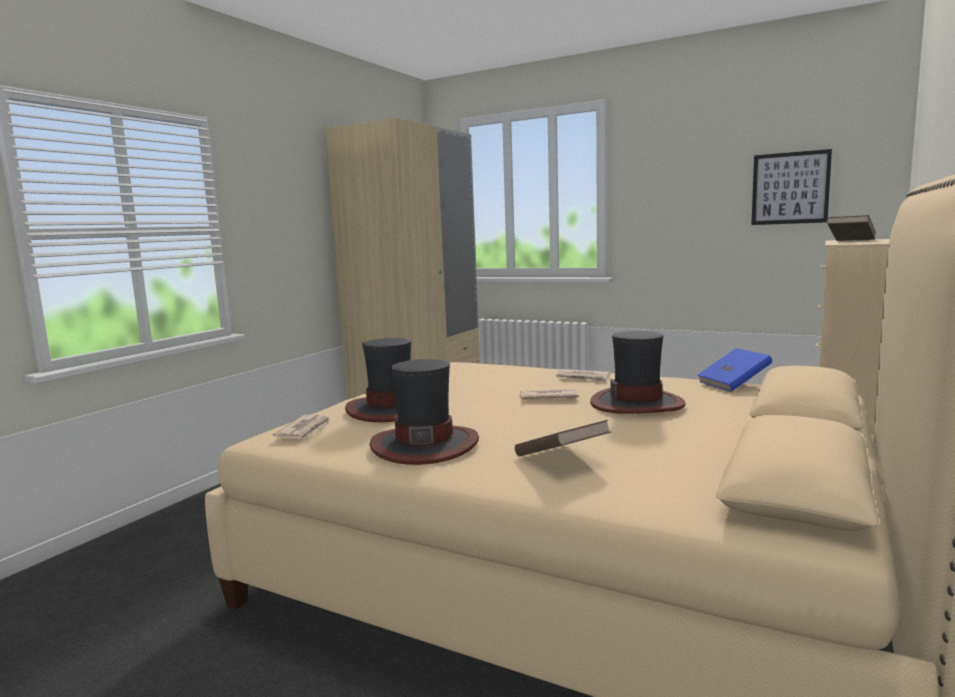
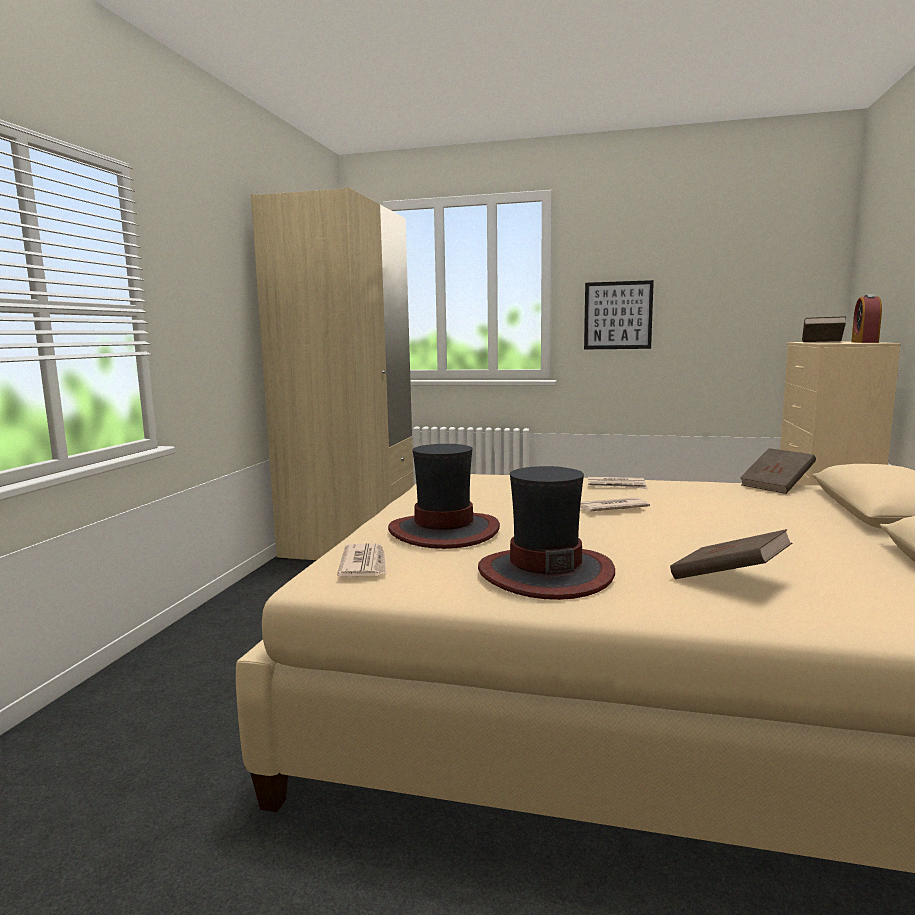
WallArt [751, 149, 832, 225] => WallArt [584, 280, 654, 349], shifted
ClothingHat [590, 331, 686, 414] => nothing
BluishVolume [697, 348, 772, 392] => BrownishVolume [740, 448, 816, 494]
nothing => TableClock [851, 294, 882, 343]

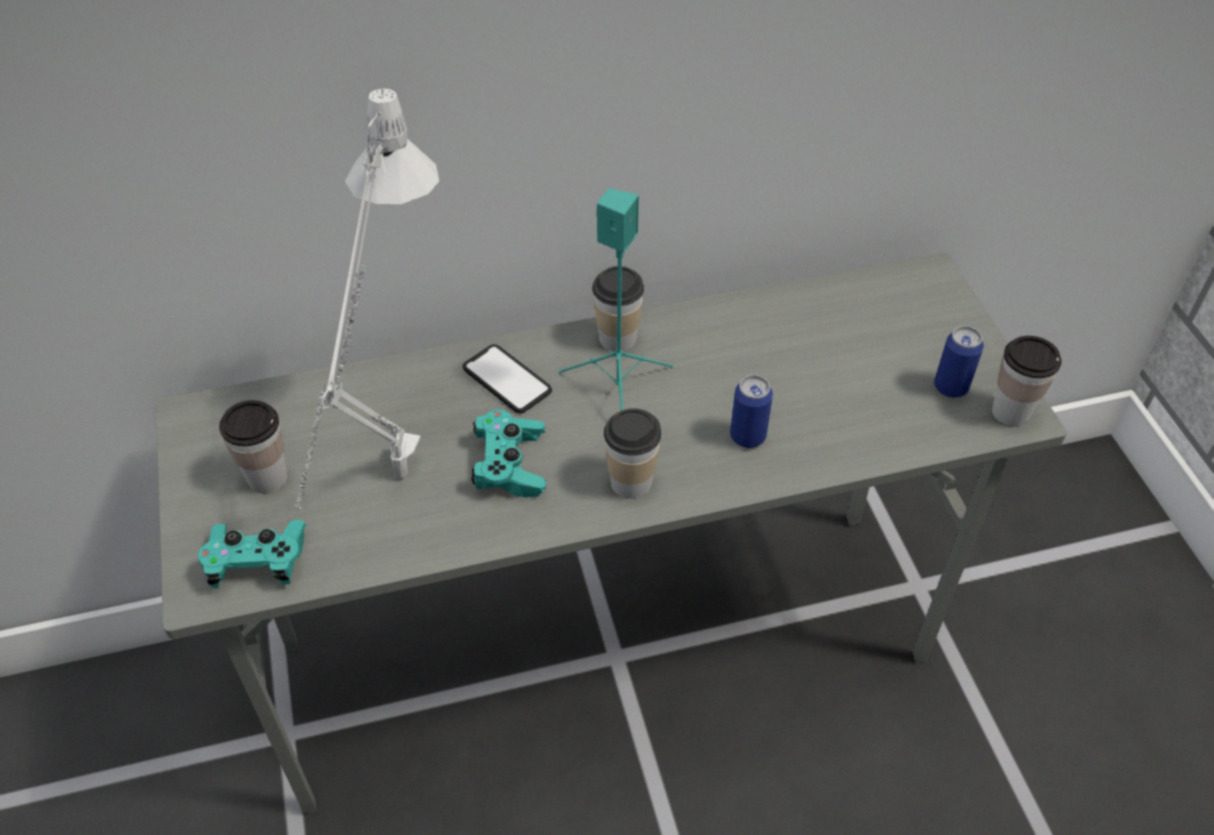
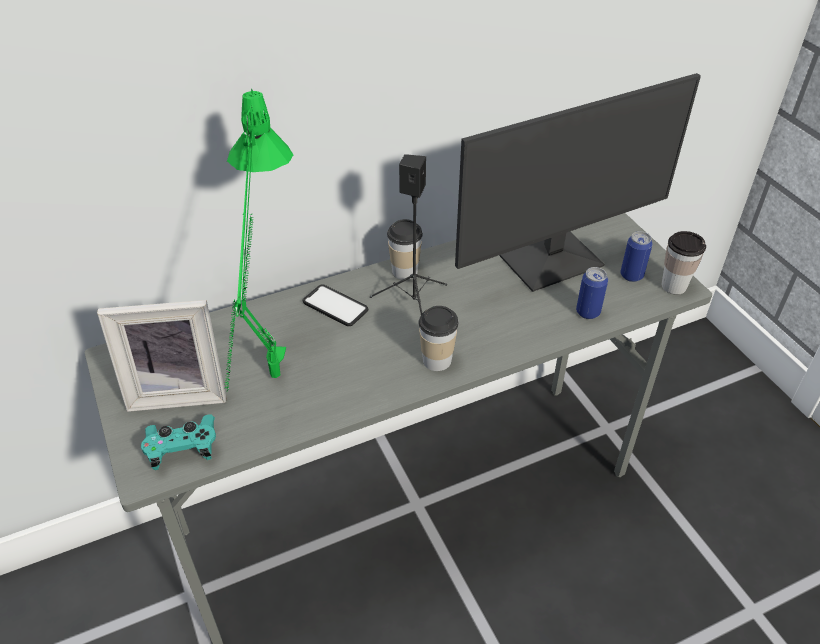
GreyishTableLamp [295, 87, 439, 512] => GreenColouredTableLamp [225, 89, 293, 391]
TurquoiseColouredLoudspeaker [558, 188, 673, 411] => BlackishLoudspeaker [370, 154, 447, 314]
SealedCan [730, 375, 773, 448] => SealedCan [576, 267, 608, 319], shifted
DrinkingCup [219, 400, 287, 494] => PhotoFrame [97, 300, 226, 412]
TurquoiseColouredJoypad [471, 409, 546, 497] => nothing
nothing => Monitor [455, 73, 701, 292]

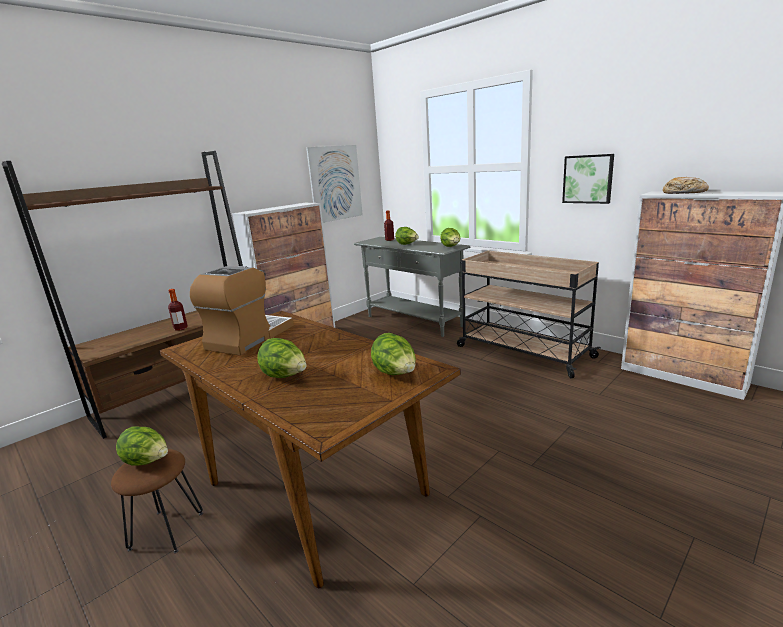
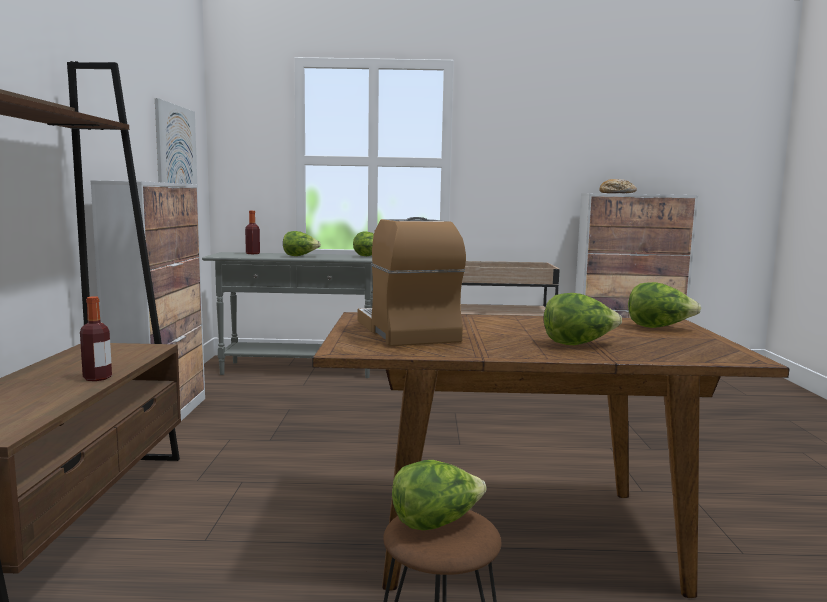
WallArt [562, 154, 614, 204] => nothing

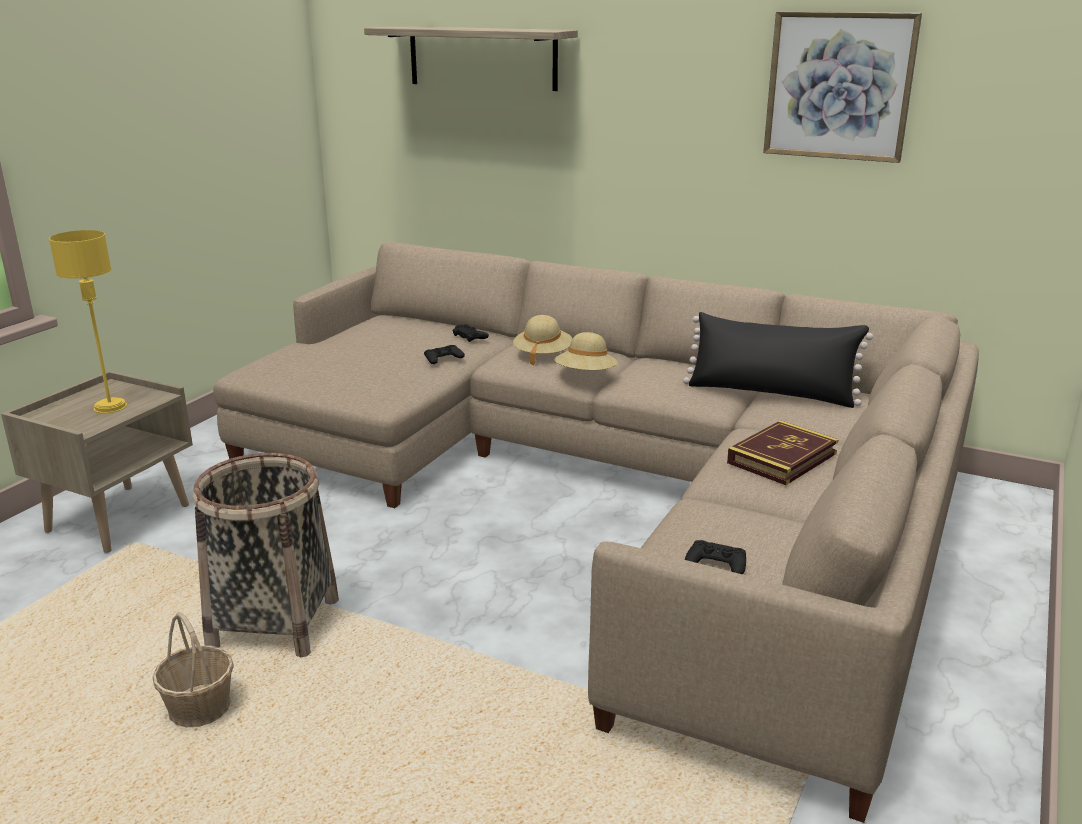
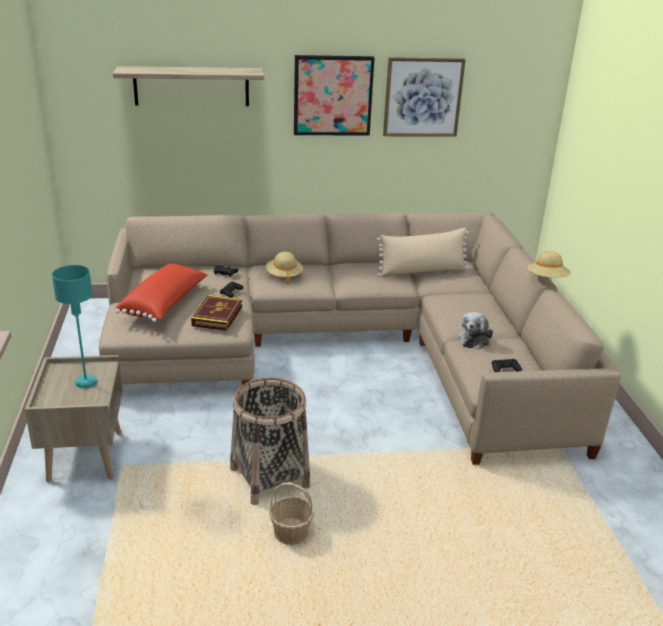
YellowishTableLamp [49, 230, 127, 413] => TurquoiseColouredTableLamp [52, 265, 97, 389]
BlackishPillow [683, 312, 873, 408] => BeigeColouredPillow [377, 228, 469, 277]
BeigeColouredClothingHat [555, 332, 618, 370] => BeigeColouredClothingHat [528, 251, 571, 278], shifted
Volume [727, 420, 839, 485] => Volume [191, 295, 243, 331], shifted
nothing => WallArt [294, 55, 375, 135]
nothing => RedColouredPillow [116, 263, 208, 322]
nothing => SoftToy [458, 312, 493, 349]

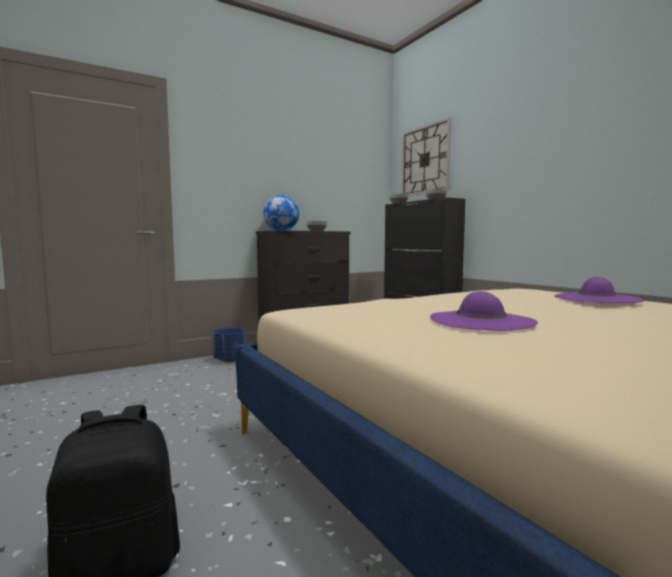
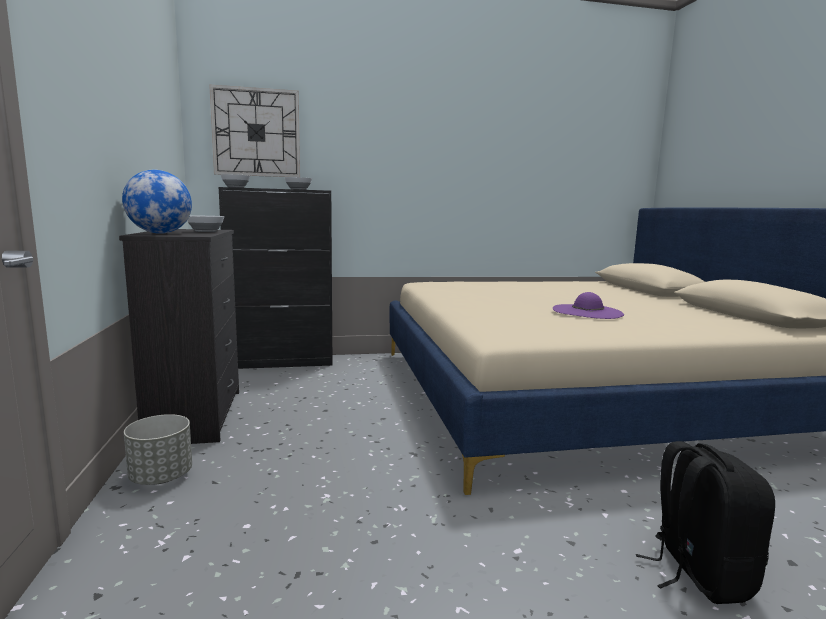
PurpleClothingHat [555, 277, 644, 303] => nothing
BluishPlanter [213, 328, 246, 362] => GreyishPlanter [124, 414, 192, 485]

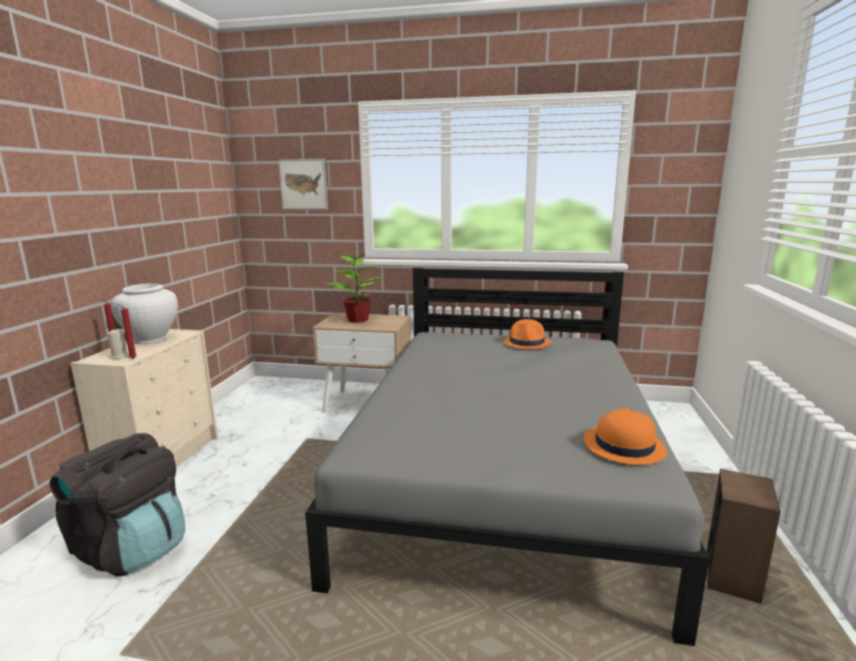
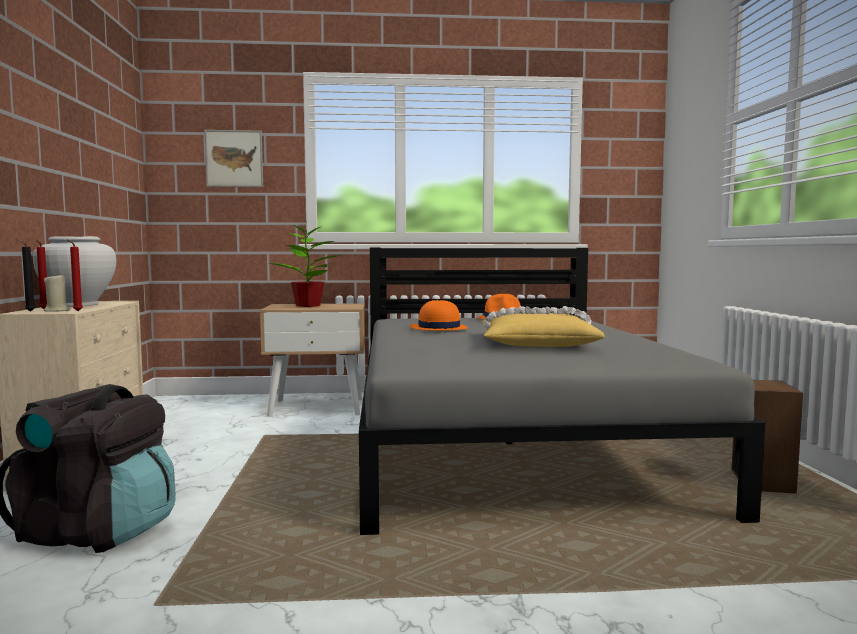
OrangeClothingHat [584, 407, 667, 465] => OrangeClothingHat [410, 300, 468, 331], shifted
nothing => BlackishWaxLight [18, 240, 35, 312]
nothing => YellowishPillow [482, 306, 605, 347]

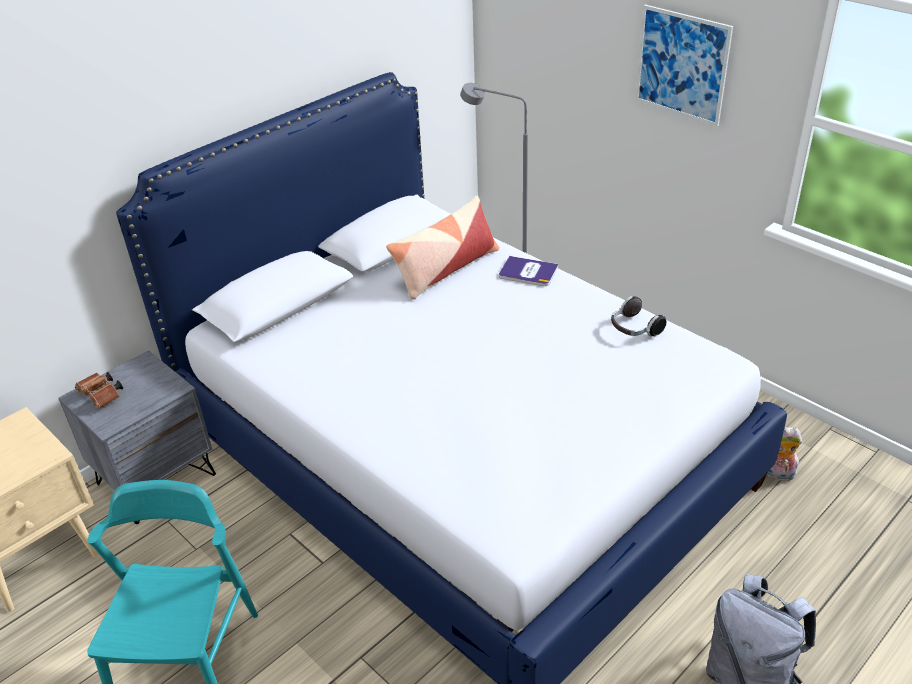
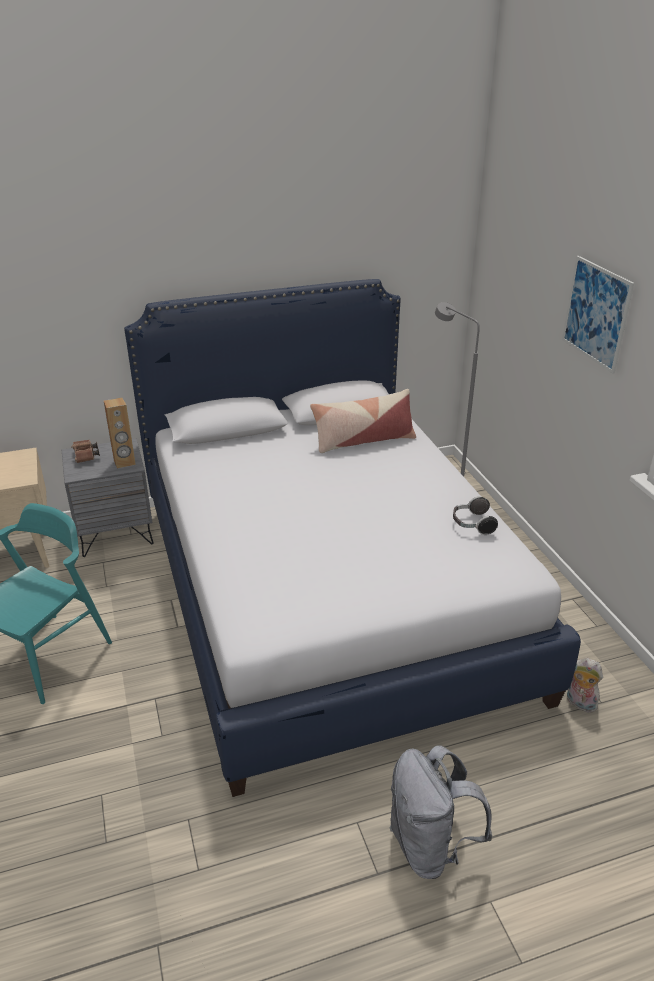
Volume [499, 256, 558, 286] => nothing
nothing => BrownishLoudspeaker [104, 398, 136, 469]

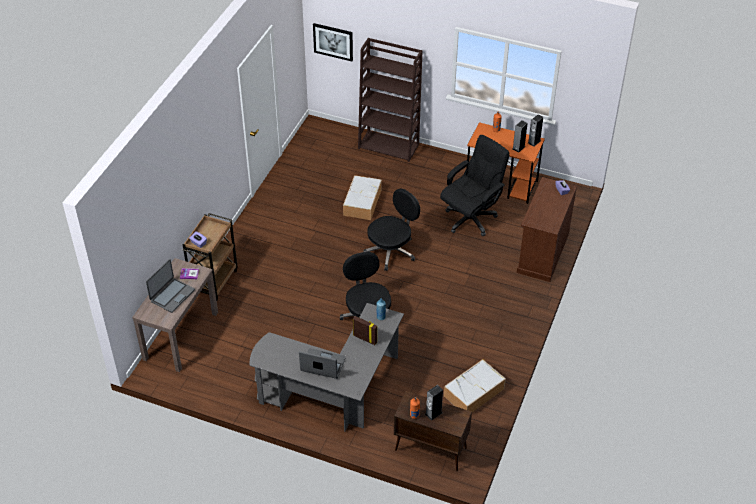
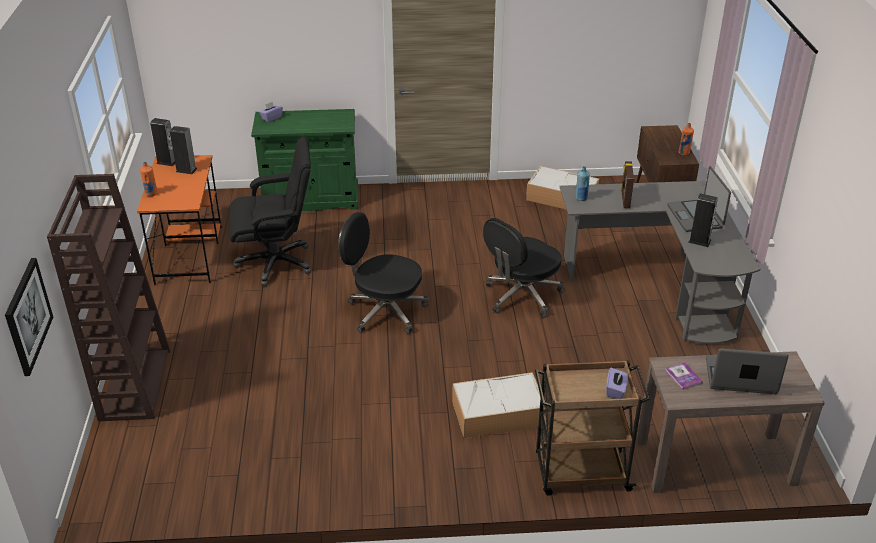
BlackishDeskChair [440, 135, 510, 236] => BlackishDeskChair [229, 137, 312, 286], 150 degrees clockwise
StorageContainer [343, 175, 382, 220] => StorageContainer [452, 372, 545, 438], shifted
BrownishCupboard [517, 177, 577, 282] => GreenColouredCupboard [251, 109, 358, 211]
Loudspeaker [425, 385, 443, 421] => Loudspeaker [688, 193, 718, 247], shifted

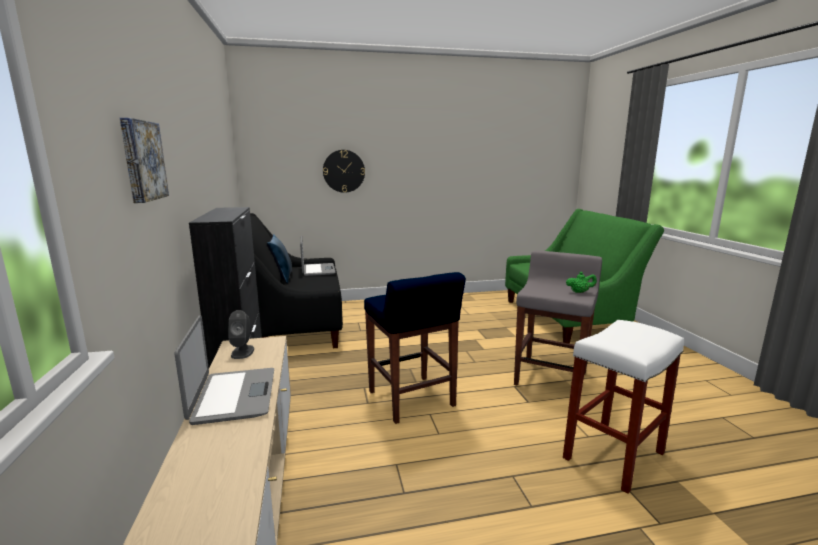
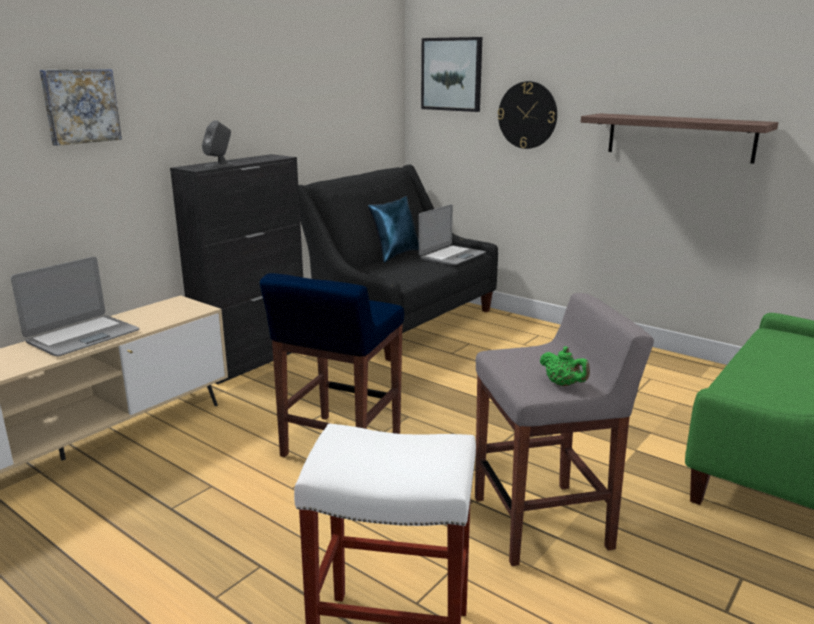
GreyishLoudspeaker [228, 310, 254, 359] => GreyishLoudspeaker [202, 120, 234, 168], shifted
nothing => WallArt [421, 37, 482, 112]
nothing => Shelf [581, 113, 779, 164]

